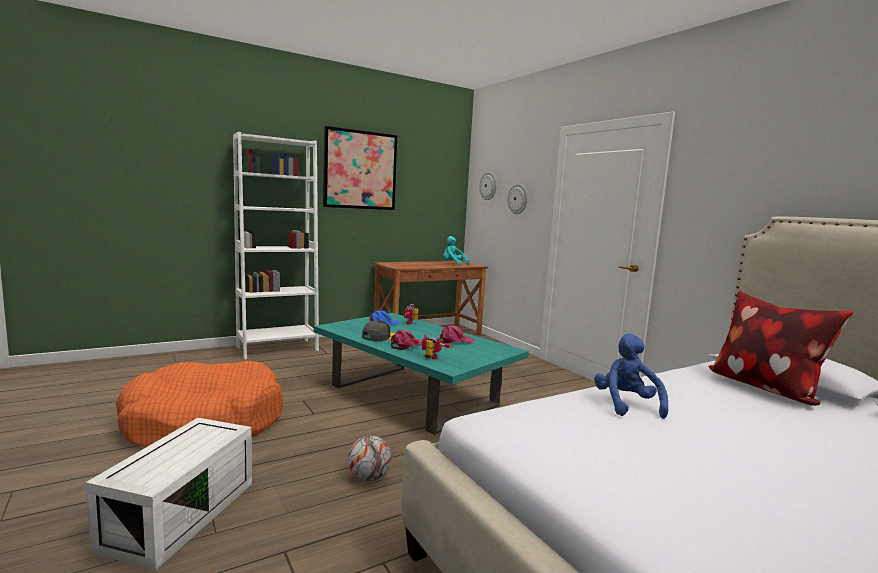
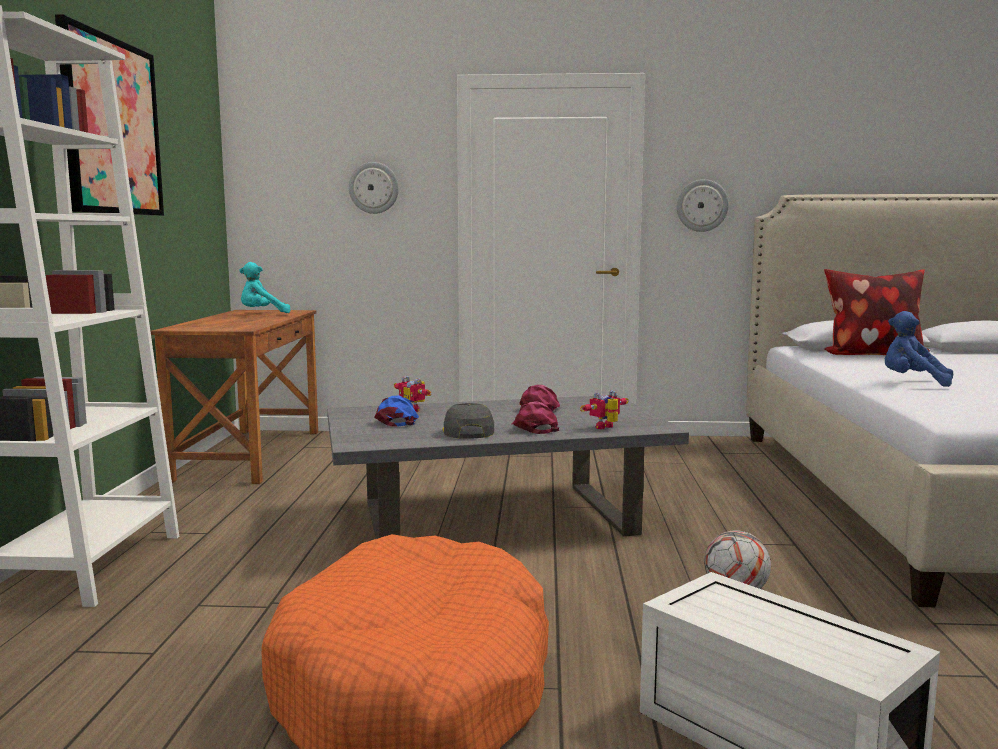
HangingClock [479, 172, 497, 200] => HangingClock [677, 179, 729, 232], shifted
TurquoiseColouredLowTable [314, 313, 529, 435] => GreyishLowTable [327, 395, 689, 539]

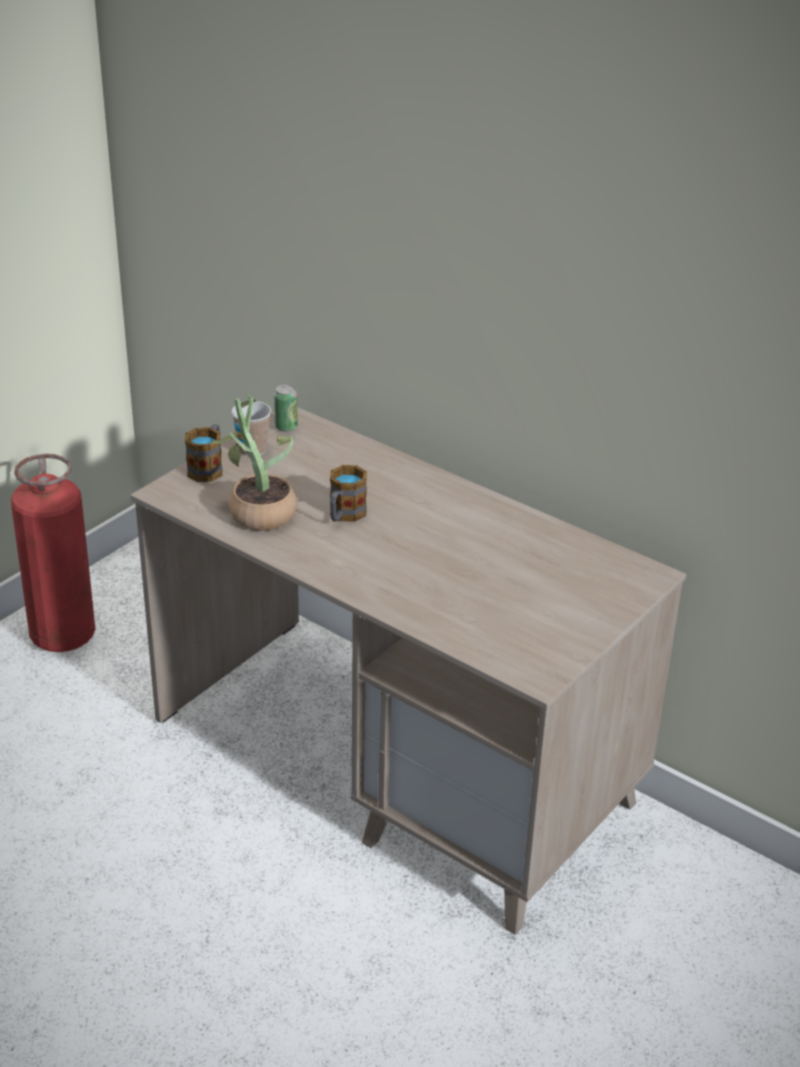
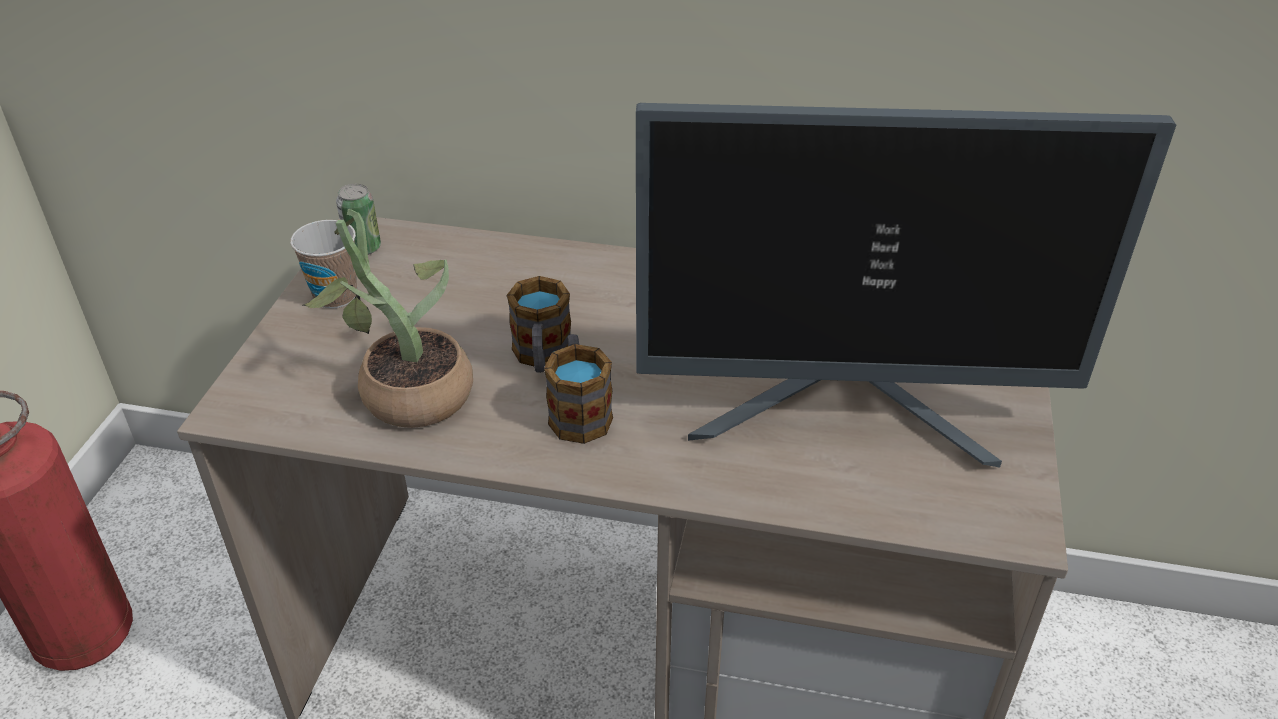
TeaMug [185, 424, 222, 482] => TeaMug [544, 334, 613, 444], shifted
nothing => Monitor [636, 103, 1176, 468]

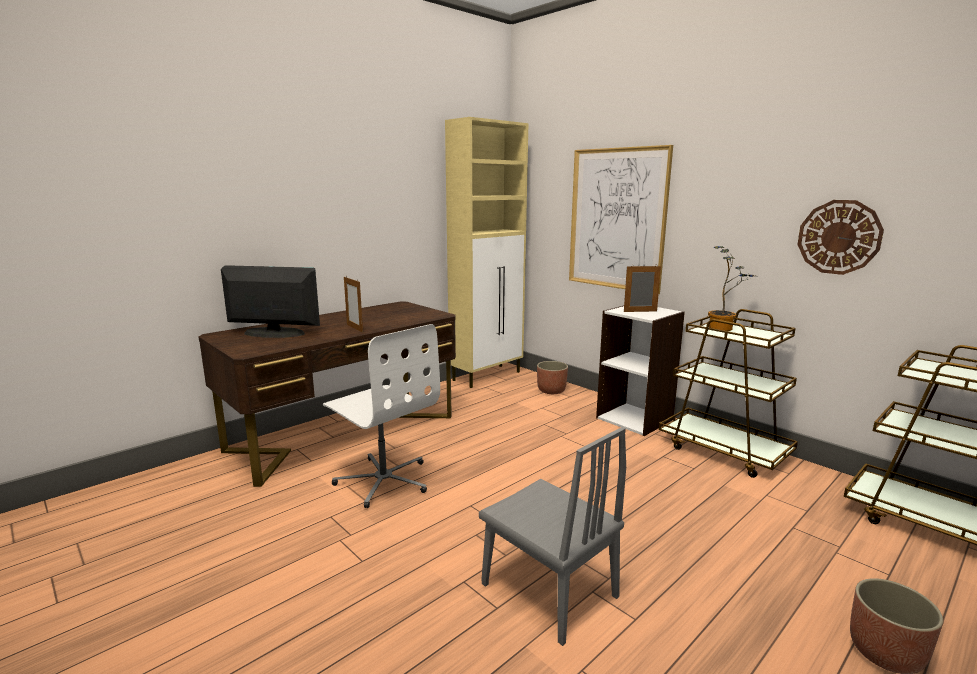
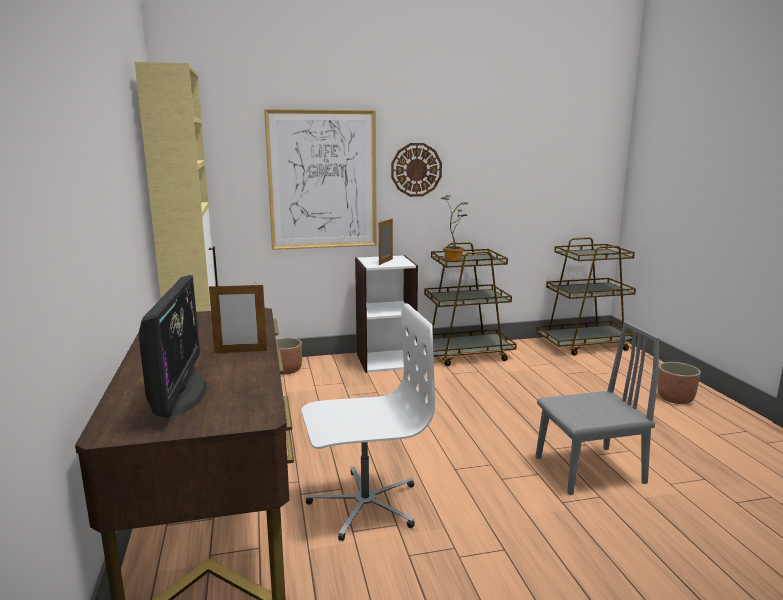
HangingClock [797, 200, 884, 275] => HangingClock [391, 143, 442, 197], shifted
Monitor [221, 265, 320, 338] => Monitor [138, 275, 207, 418], 135 degrees clockwise

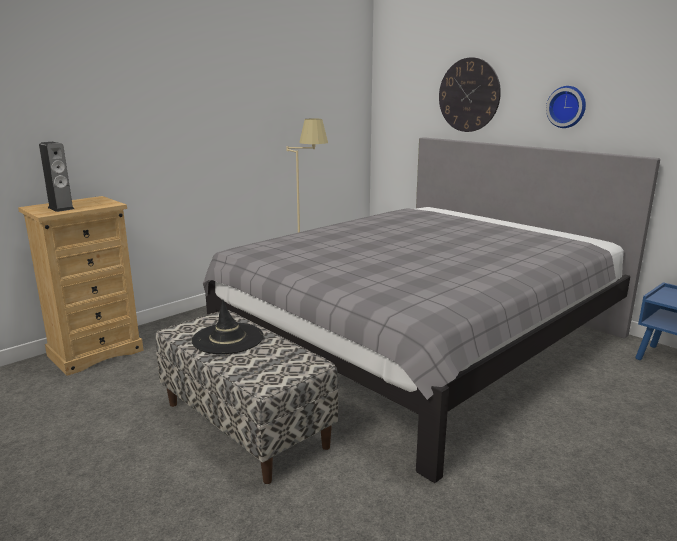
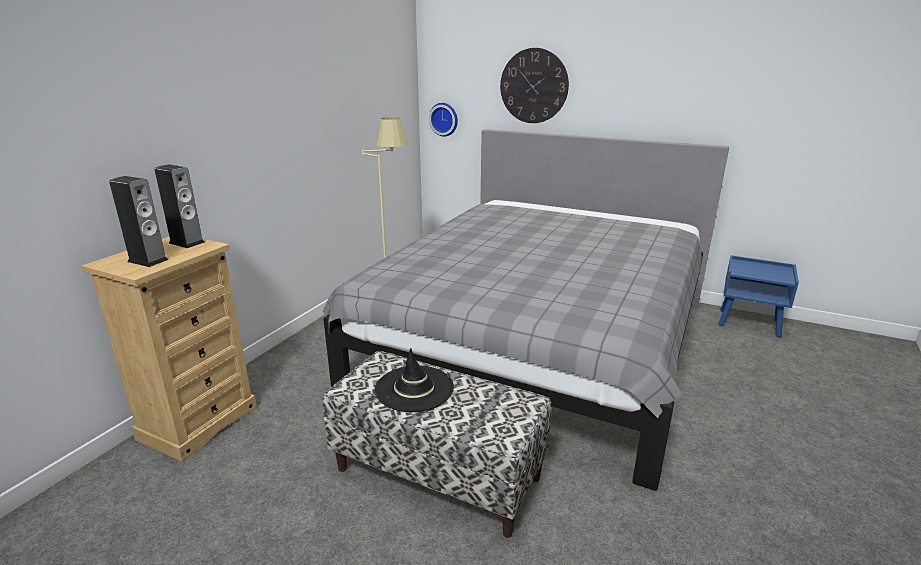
HangingClock [546, 86, 586, 128] => HangingClock [429, 103, 458, 137], shifted
nothing => Loudspeaker [154, 164, 205, 248]

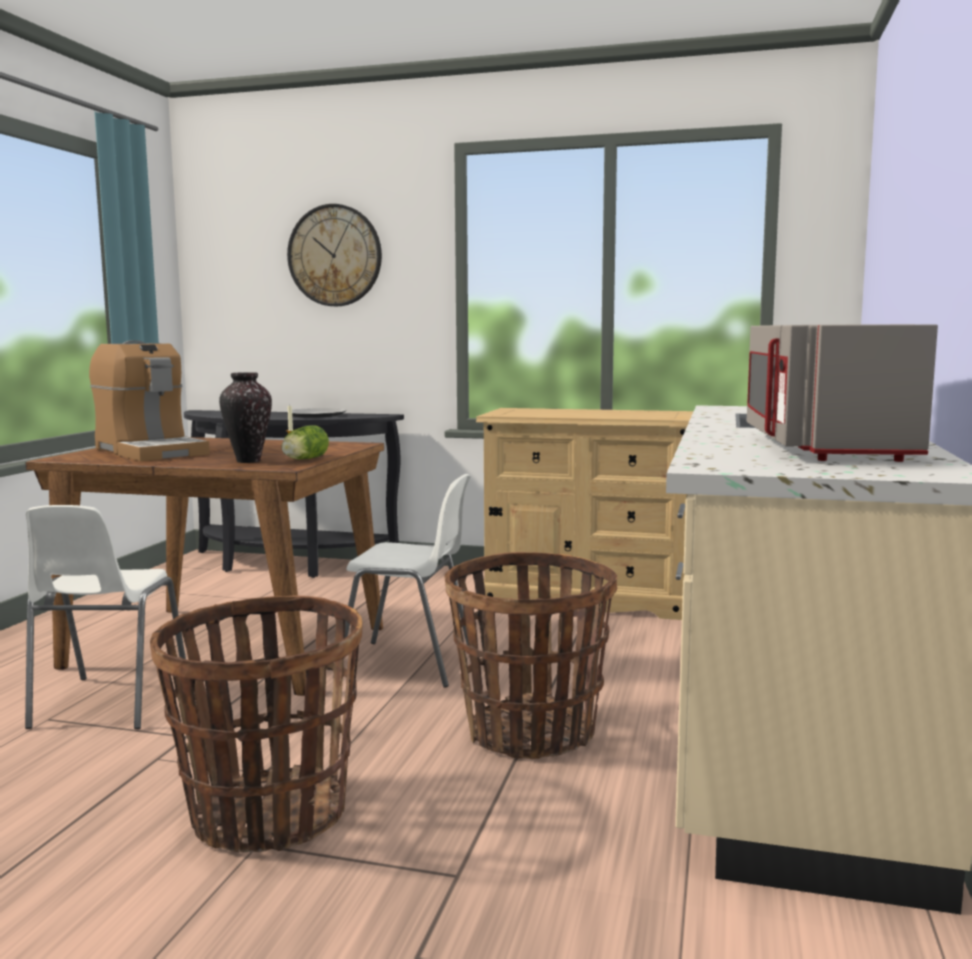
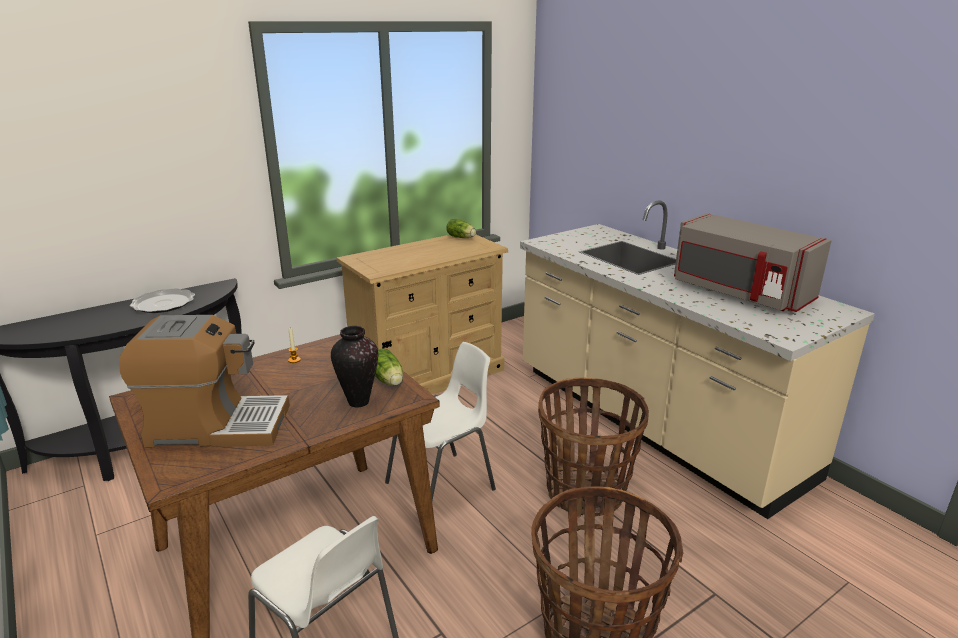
HangingClock [287, 204, 382, 307] => nothing
nothing => HeadOfLettuce [446, 218, 476, 238]

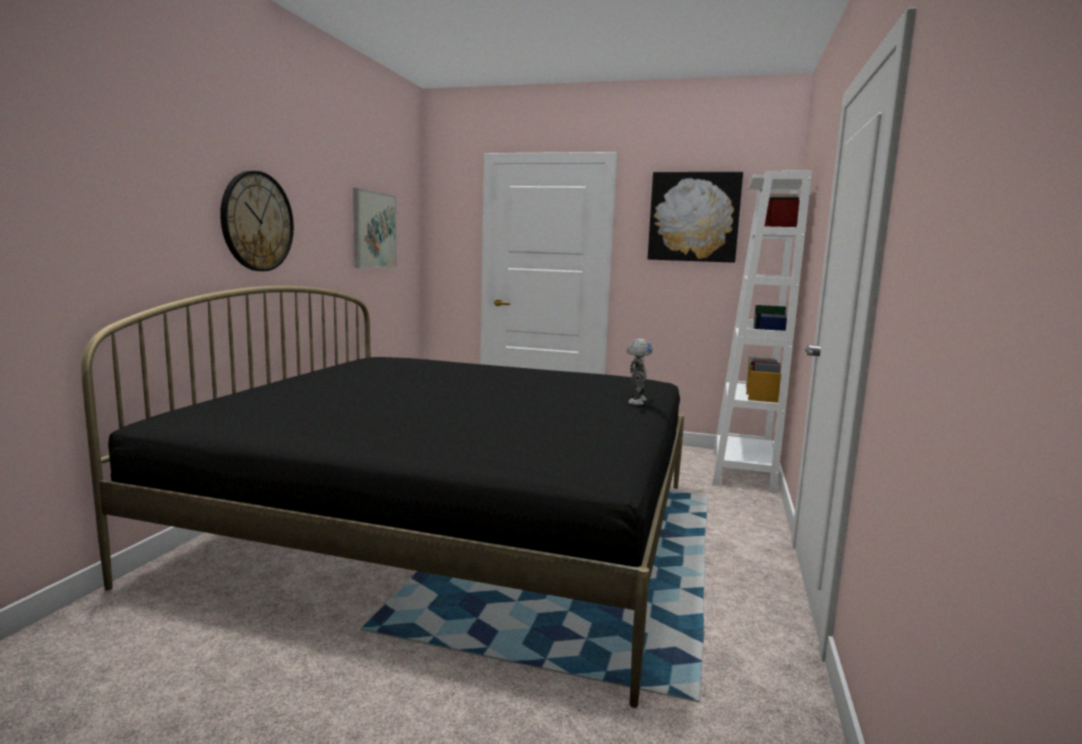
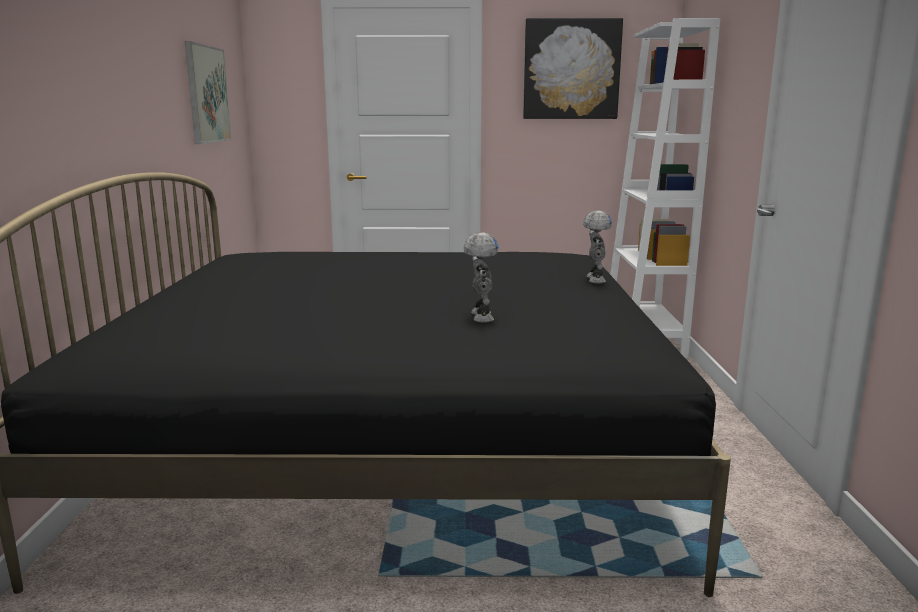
HangingClock [220, 171, 294, 271] => nothing
nothing => ToyRobot [464, 232, 499, 323]

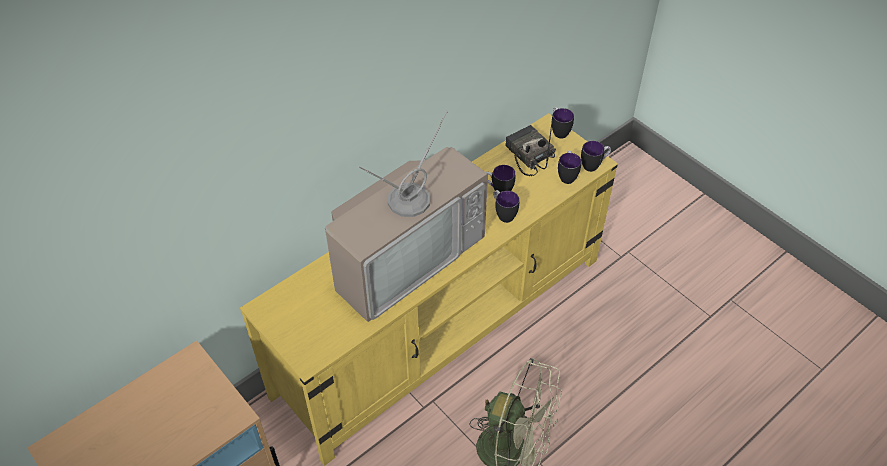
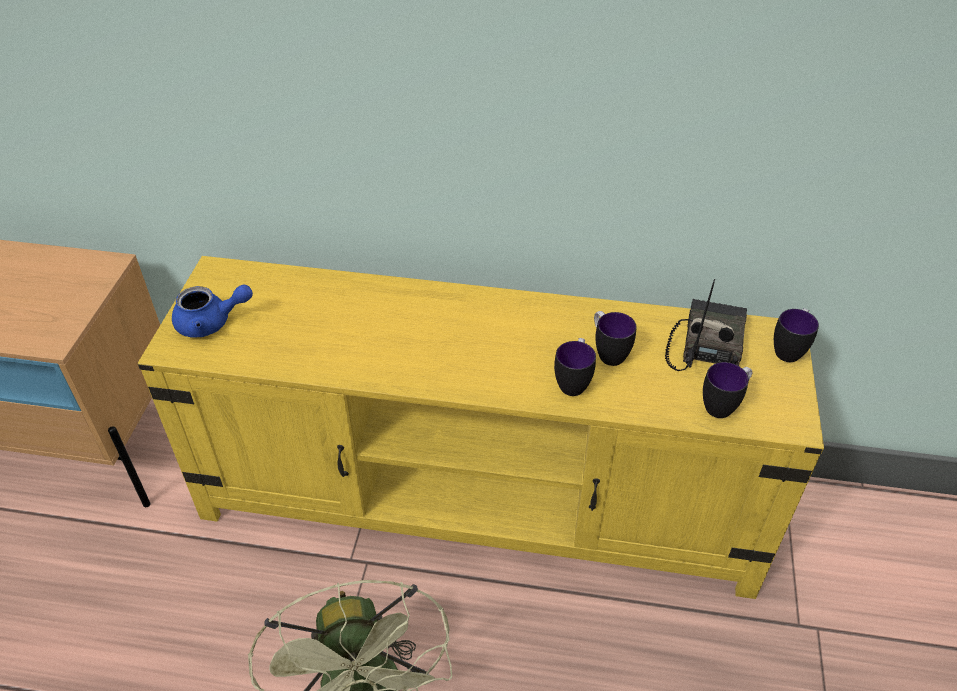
Tv [325, 111, 488, 322] => nothing
TeaMug [581, 141, 611, 172] => nothing
nothing => BluishTeaPot [172, 285, 253, 337]

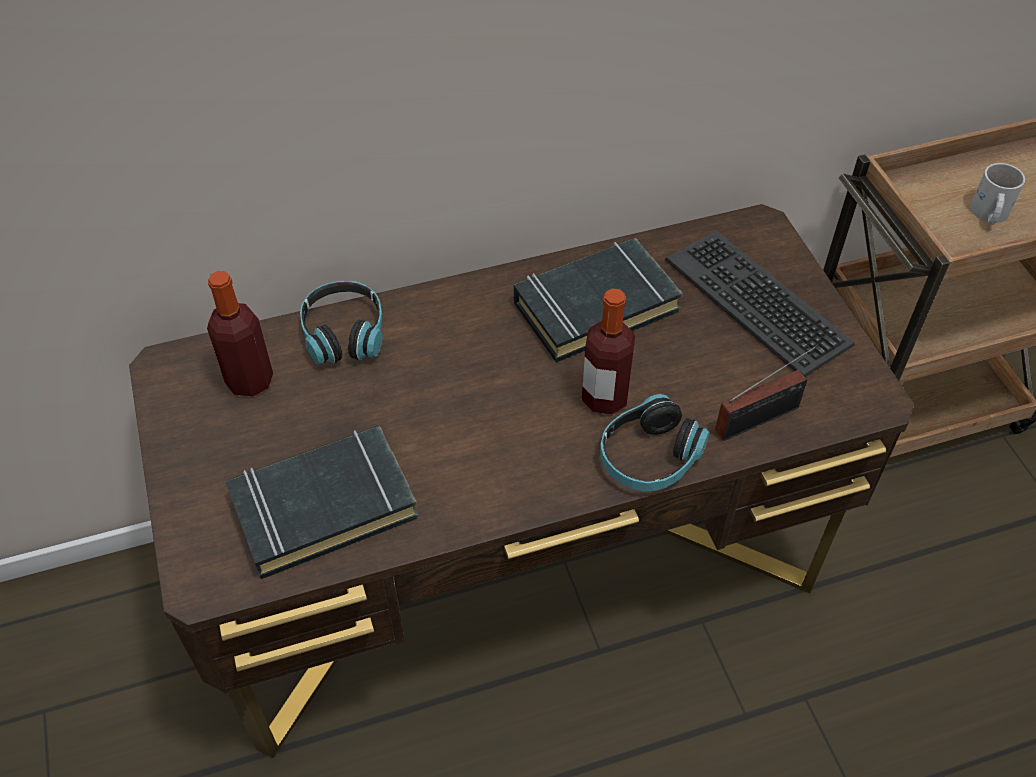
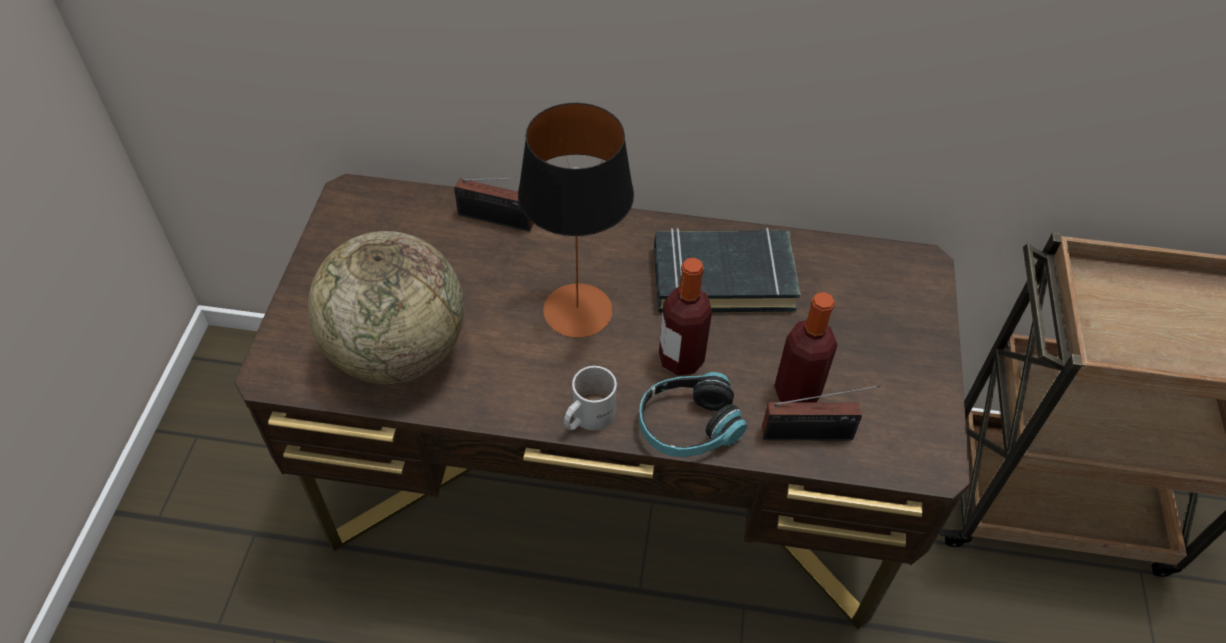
WhiteColouredTeaMug [970, 163, 1025, 225] => WhiteColouredTeaMug [564, 366, 617, 430], shifted
PcKeyboard [665, 231, 854, 377] => nothing
Bottle [207, 271, 273, 397] => Bottle [774, 292, 837, 402], shifted
Headphones [300, 281, 383, 365] => Radio [454, 178, 534, 232]
BlackishVolume [226, 426, 418, 579] => Globe [308, 231, 464, 384]
nothing => TableLamp [518, 103, 634, 338]

